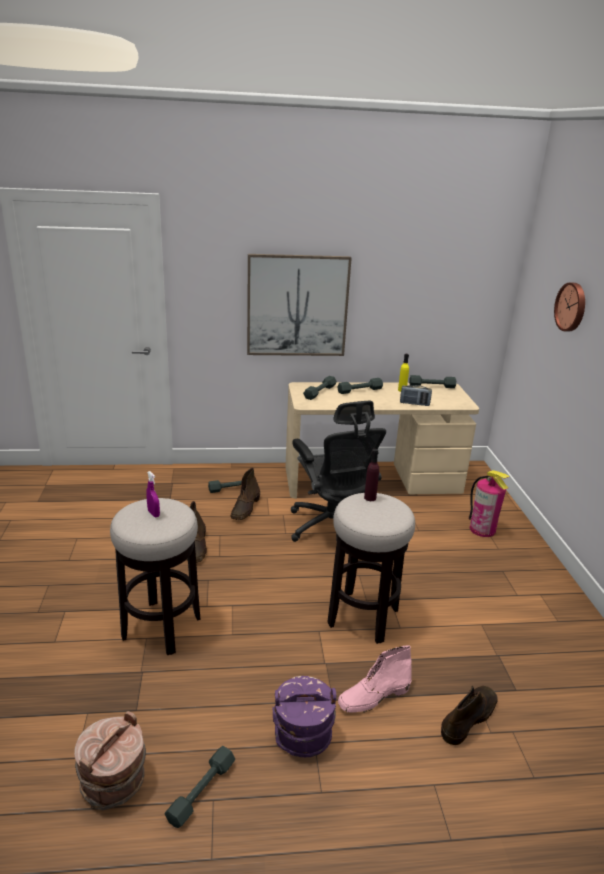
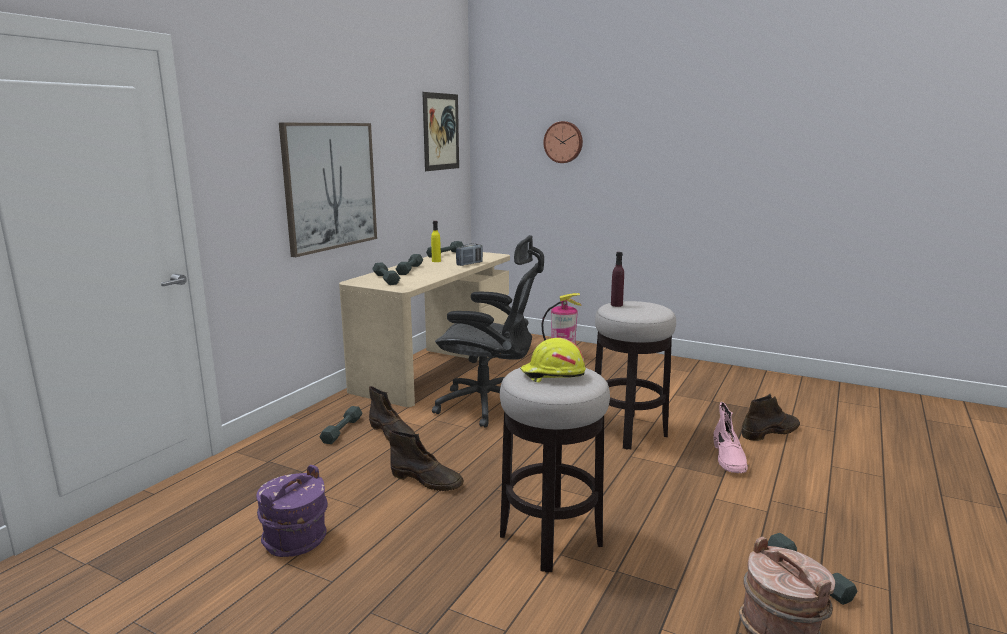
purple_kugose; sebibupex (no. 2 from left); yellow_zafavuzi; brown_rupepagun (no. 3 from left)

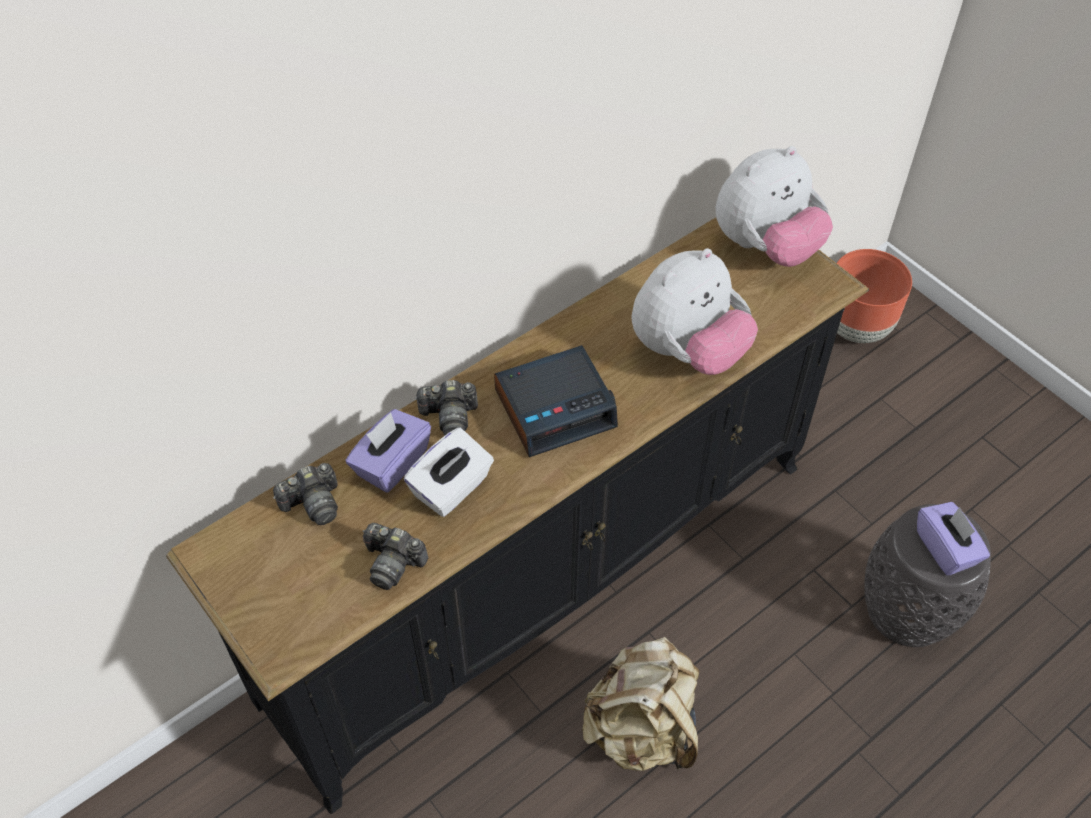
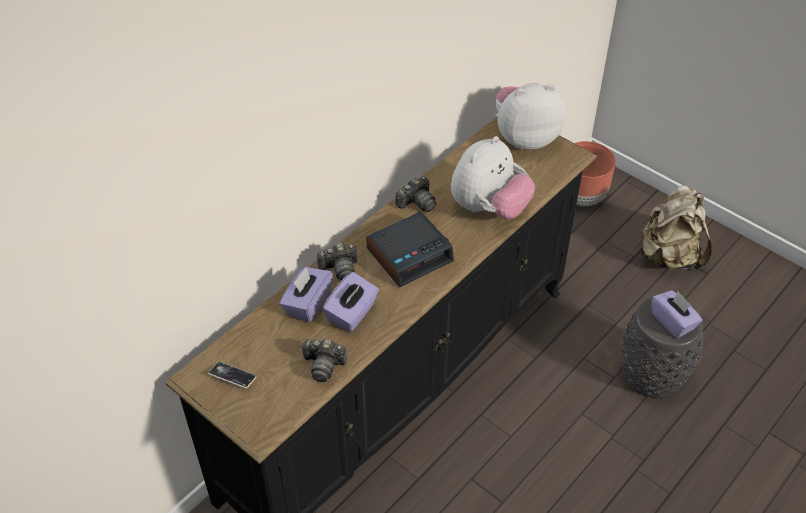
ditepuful; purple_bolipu (no. 2 from left); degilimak (no. 3 from left); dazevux (no. 2 from left); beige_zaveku

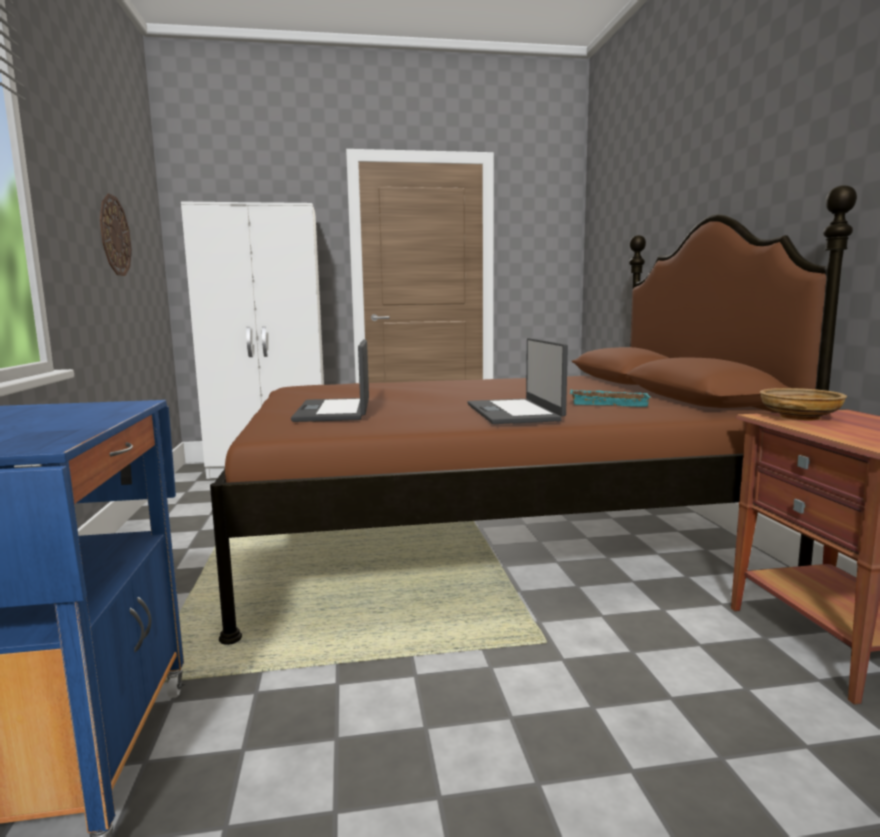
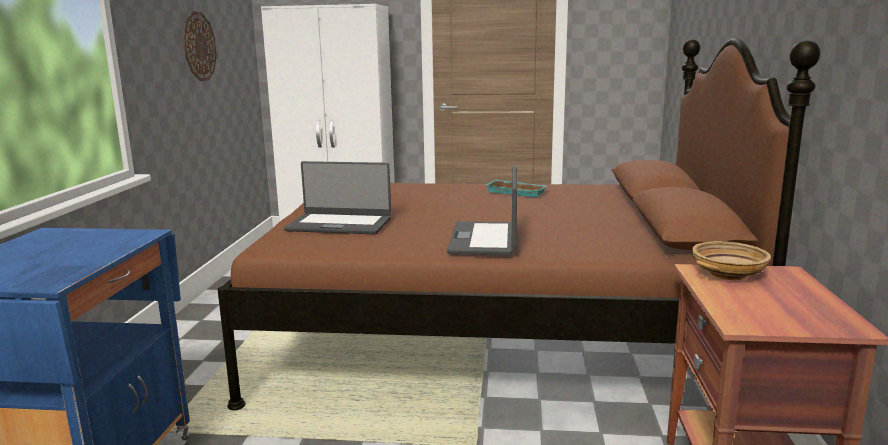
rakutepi (no. 1 from left); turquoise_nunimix

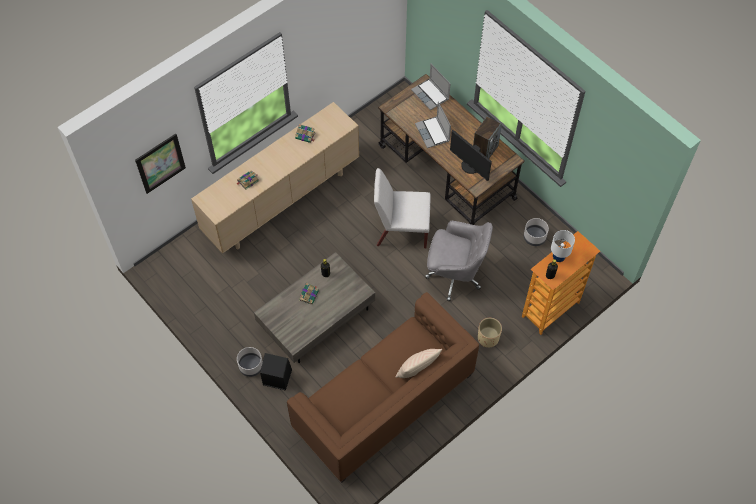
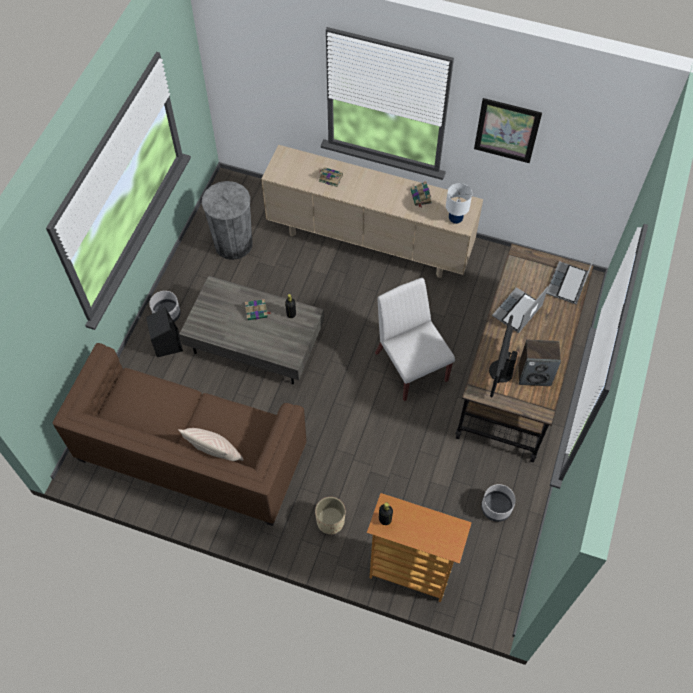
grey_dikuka; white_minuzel; sebibupex; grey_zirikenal

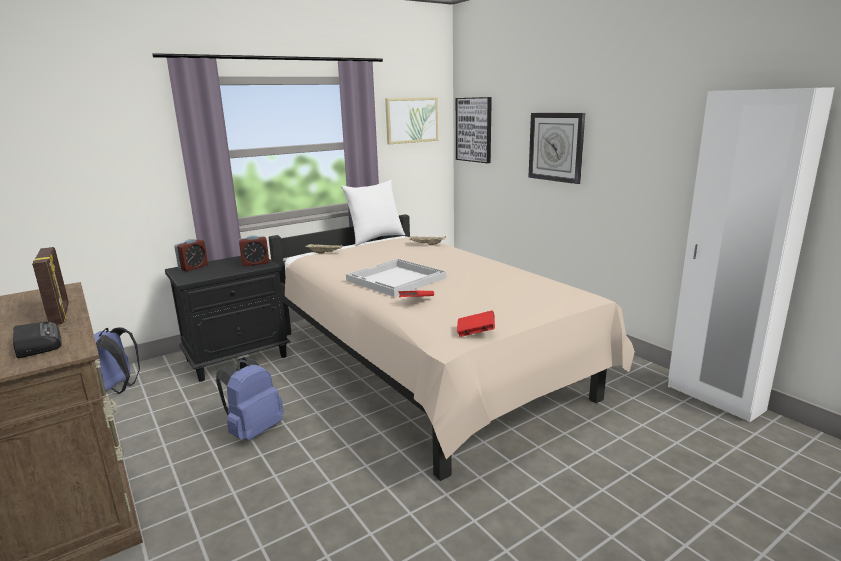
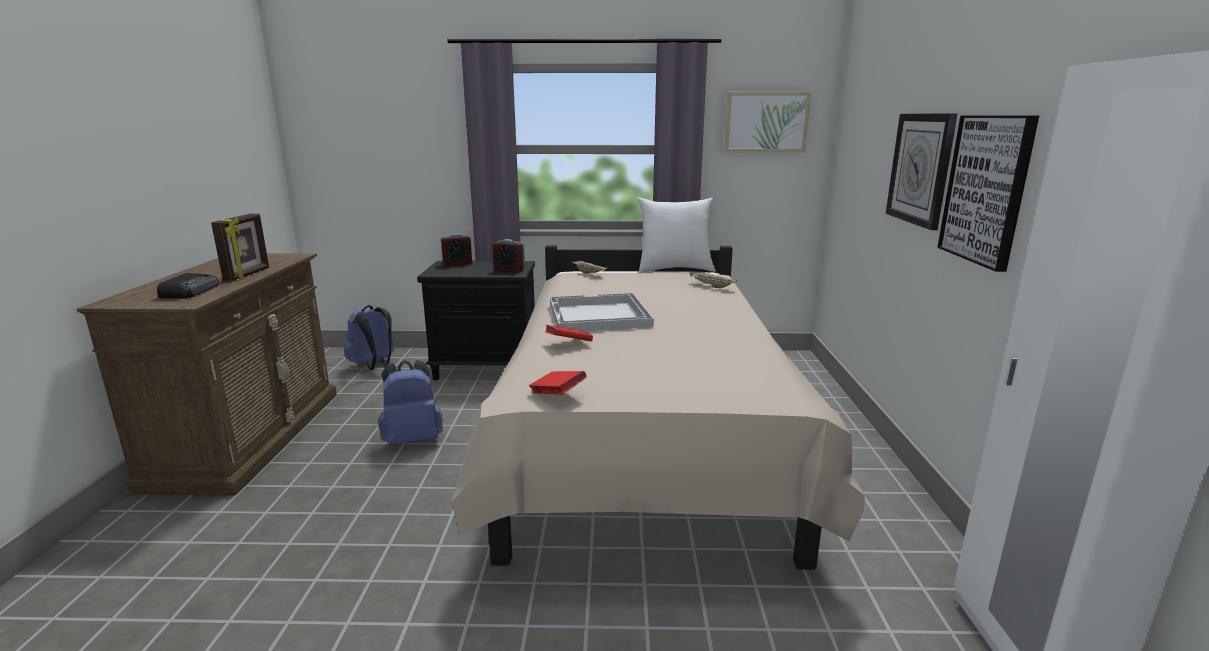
sebibupex (no. 2 from left)

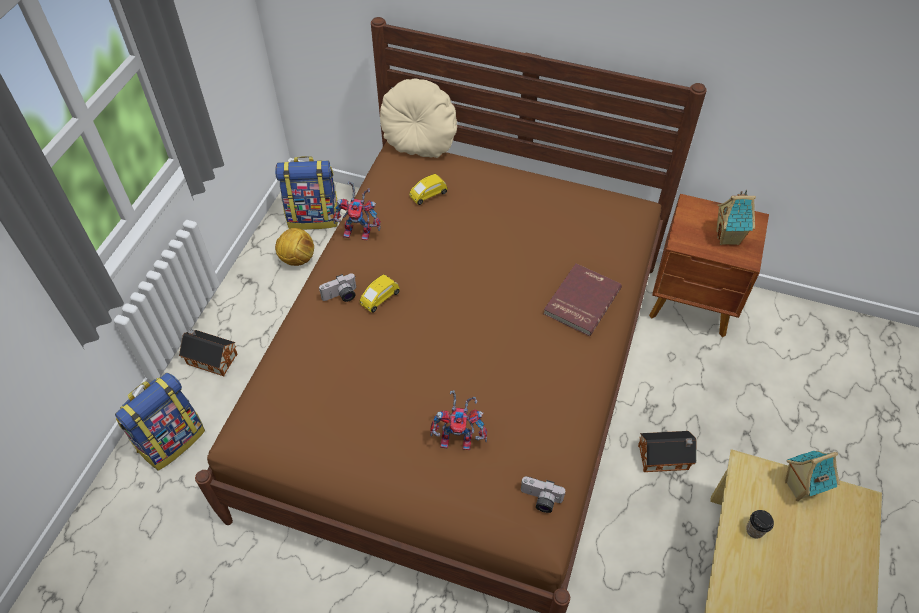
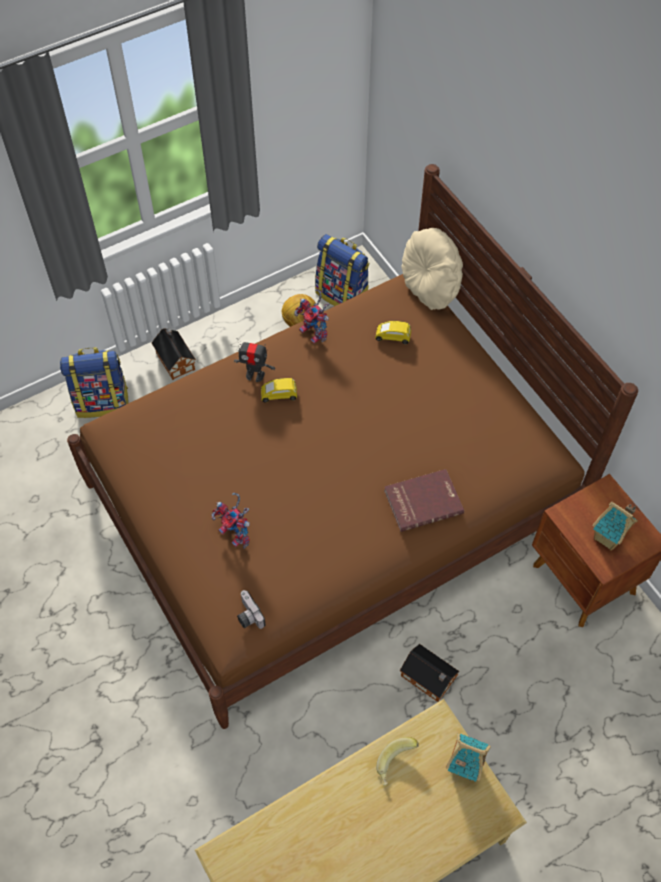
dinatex (no. 2 from left); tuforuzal

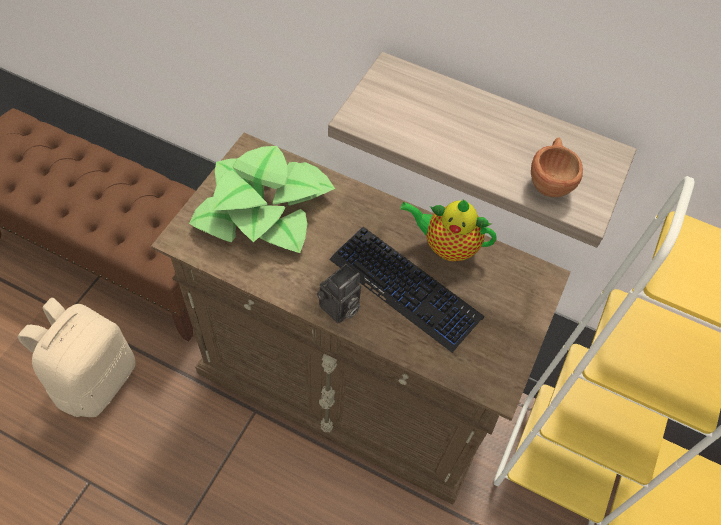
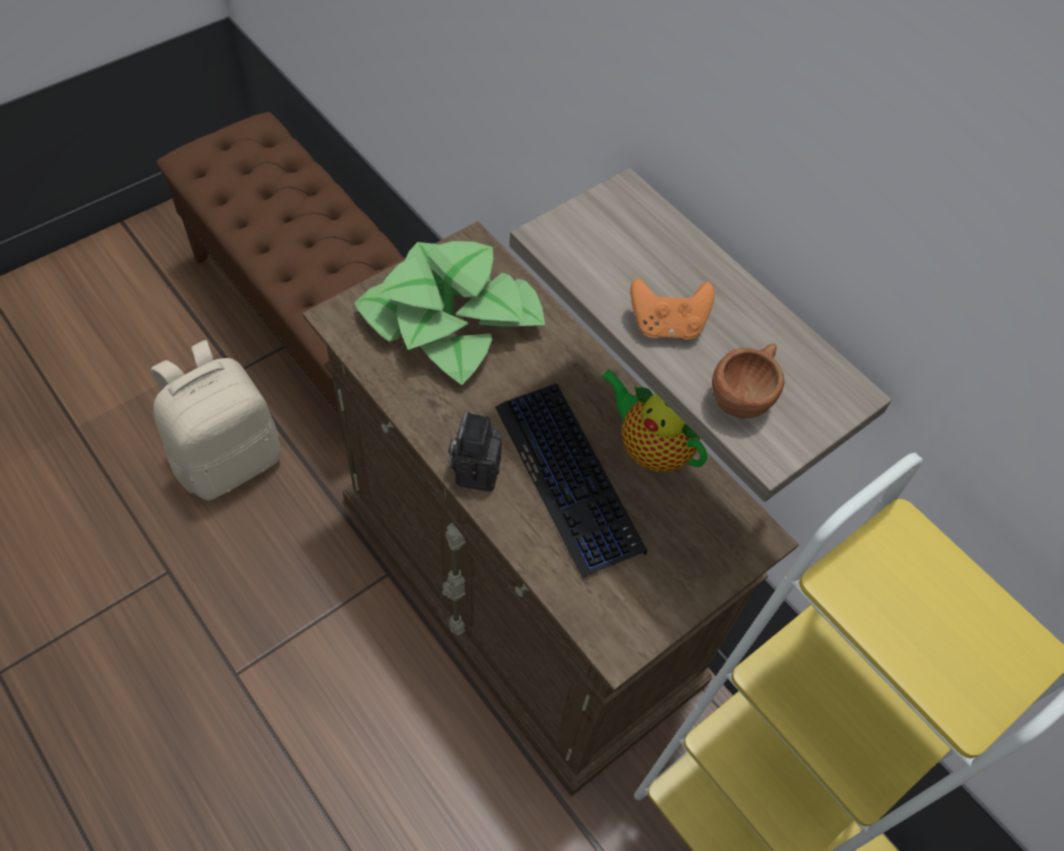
degilimak; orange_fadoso

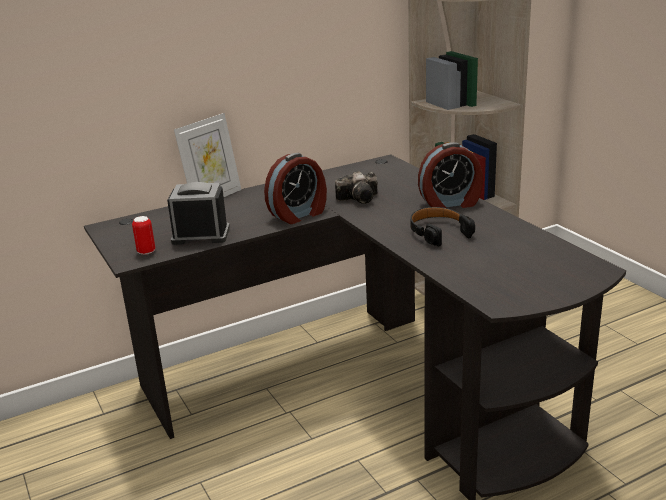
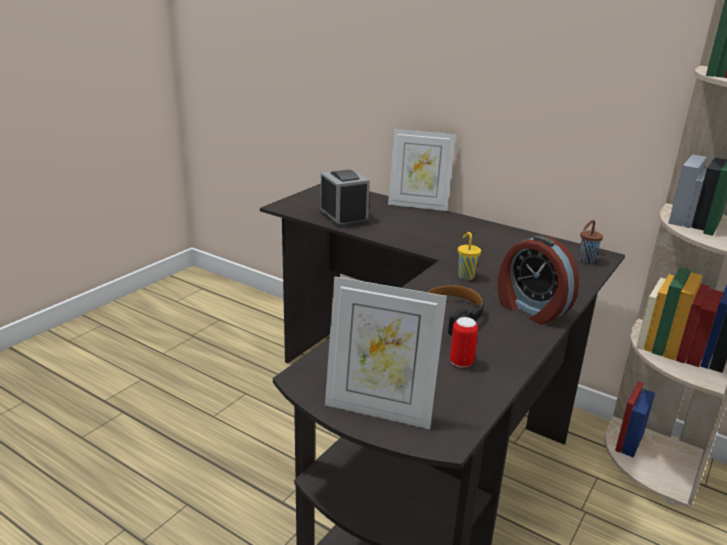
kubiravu (no. 1 from left); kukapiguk; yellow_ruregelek; brown_ruregelek; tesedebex (no. 2 from left in the first image); degilimak

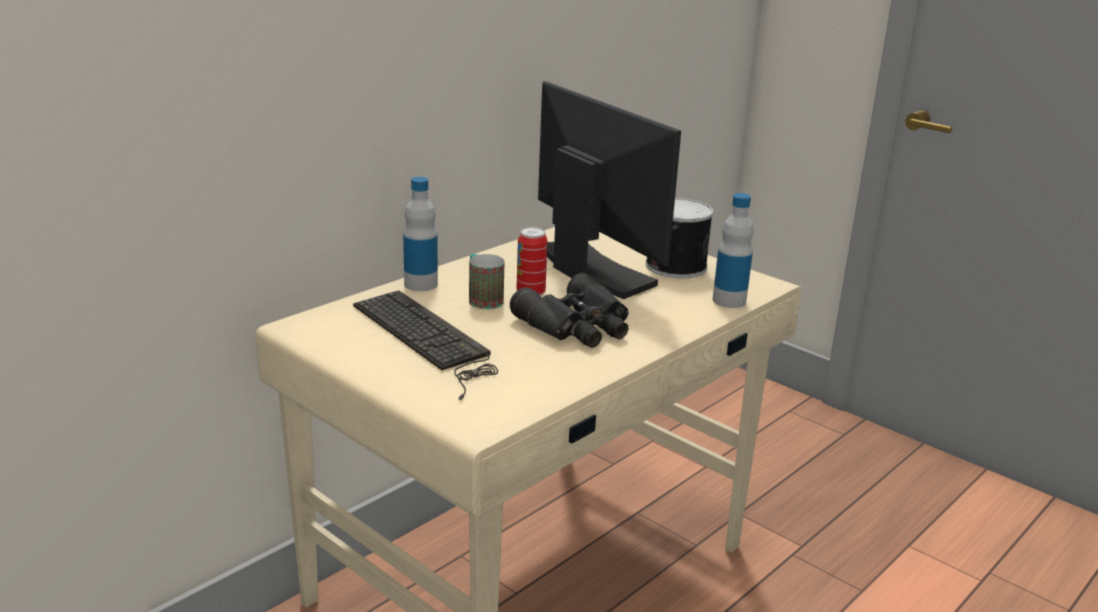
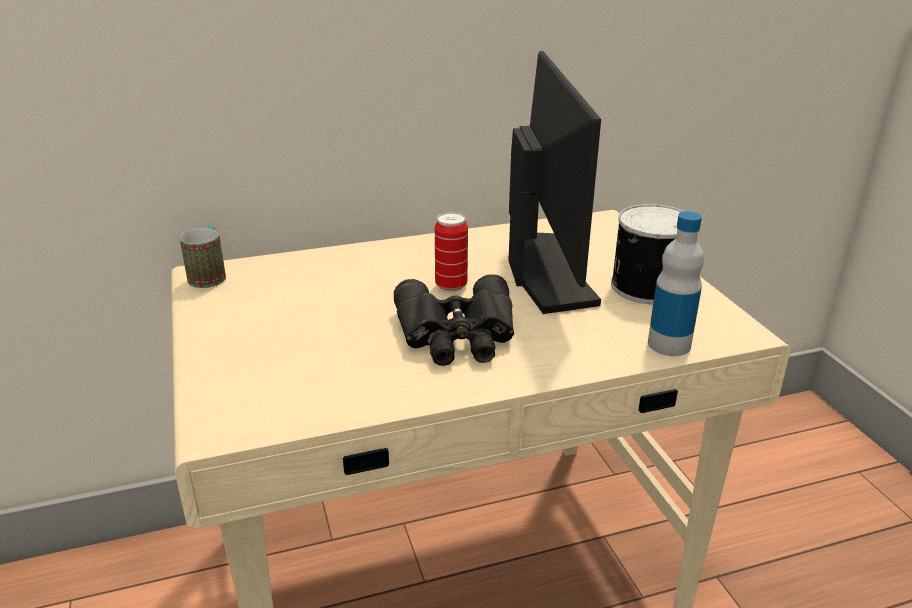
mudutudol; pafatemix; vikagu (no. 1 from left in the first image)

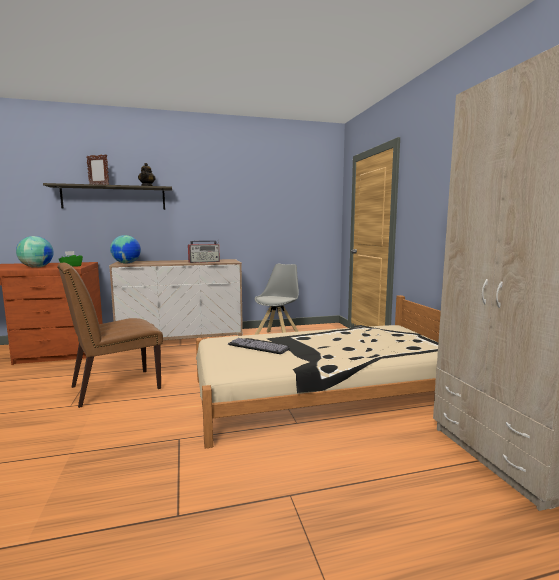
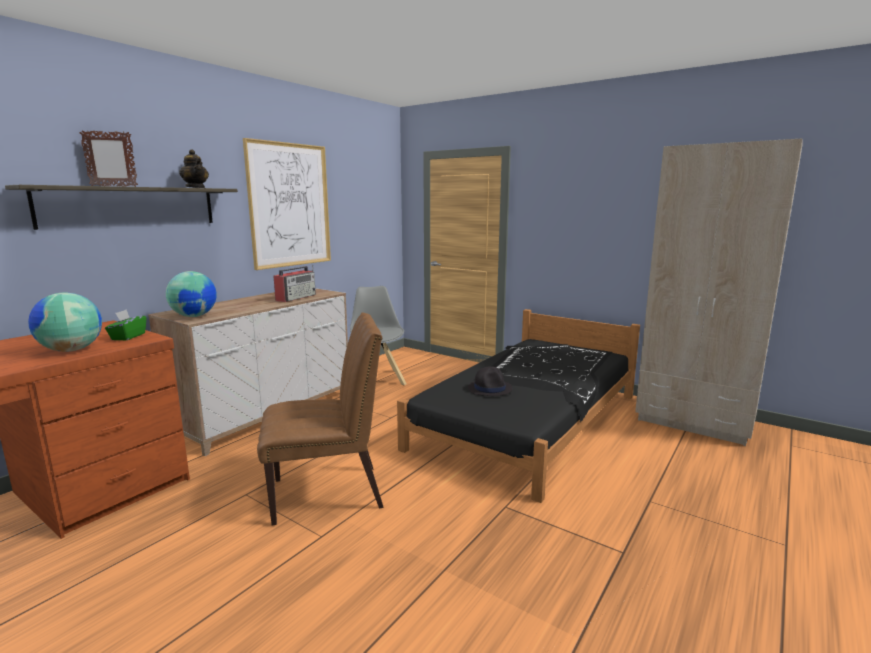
sebibupex; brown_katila; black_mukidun; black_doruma

